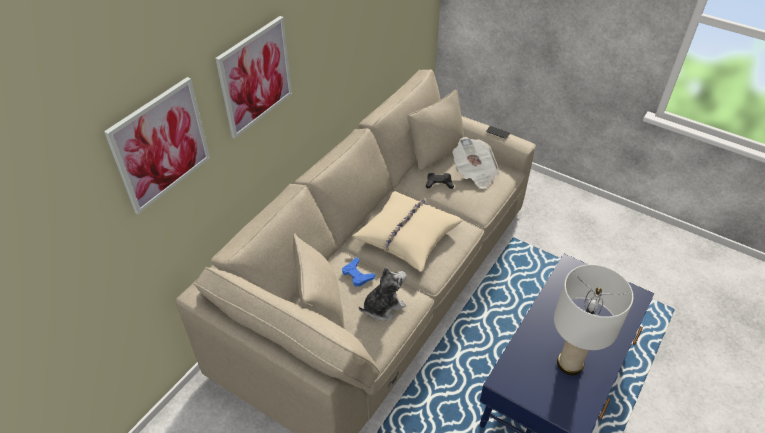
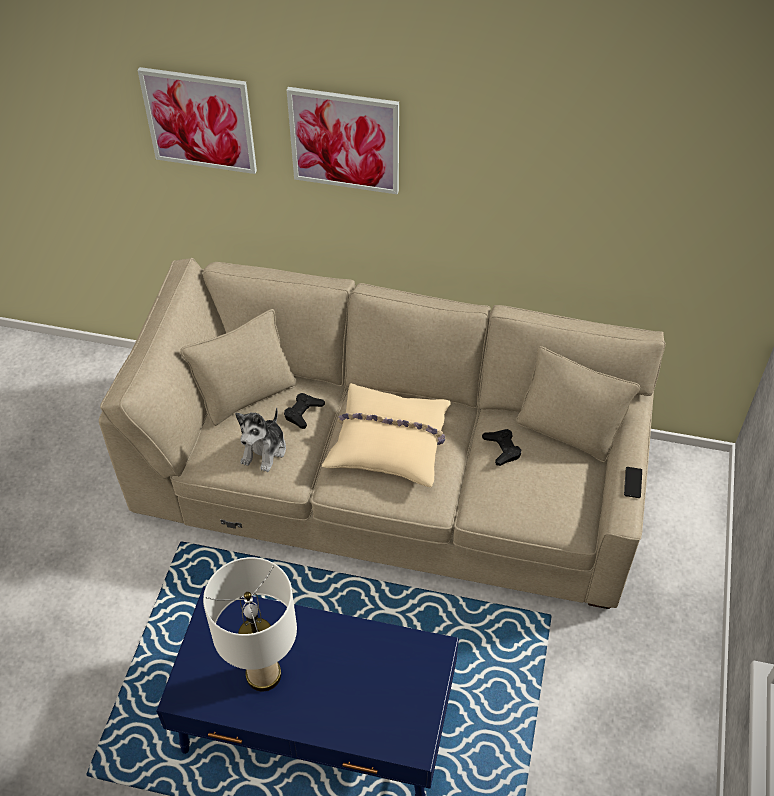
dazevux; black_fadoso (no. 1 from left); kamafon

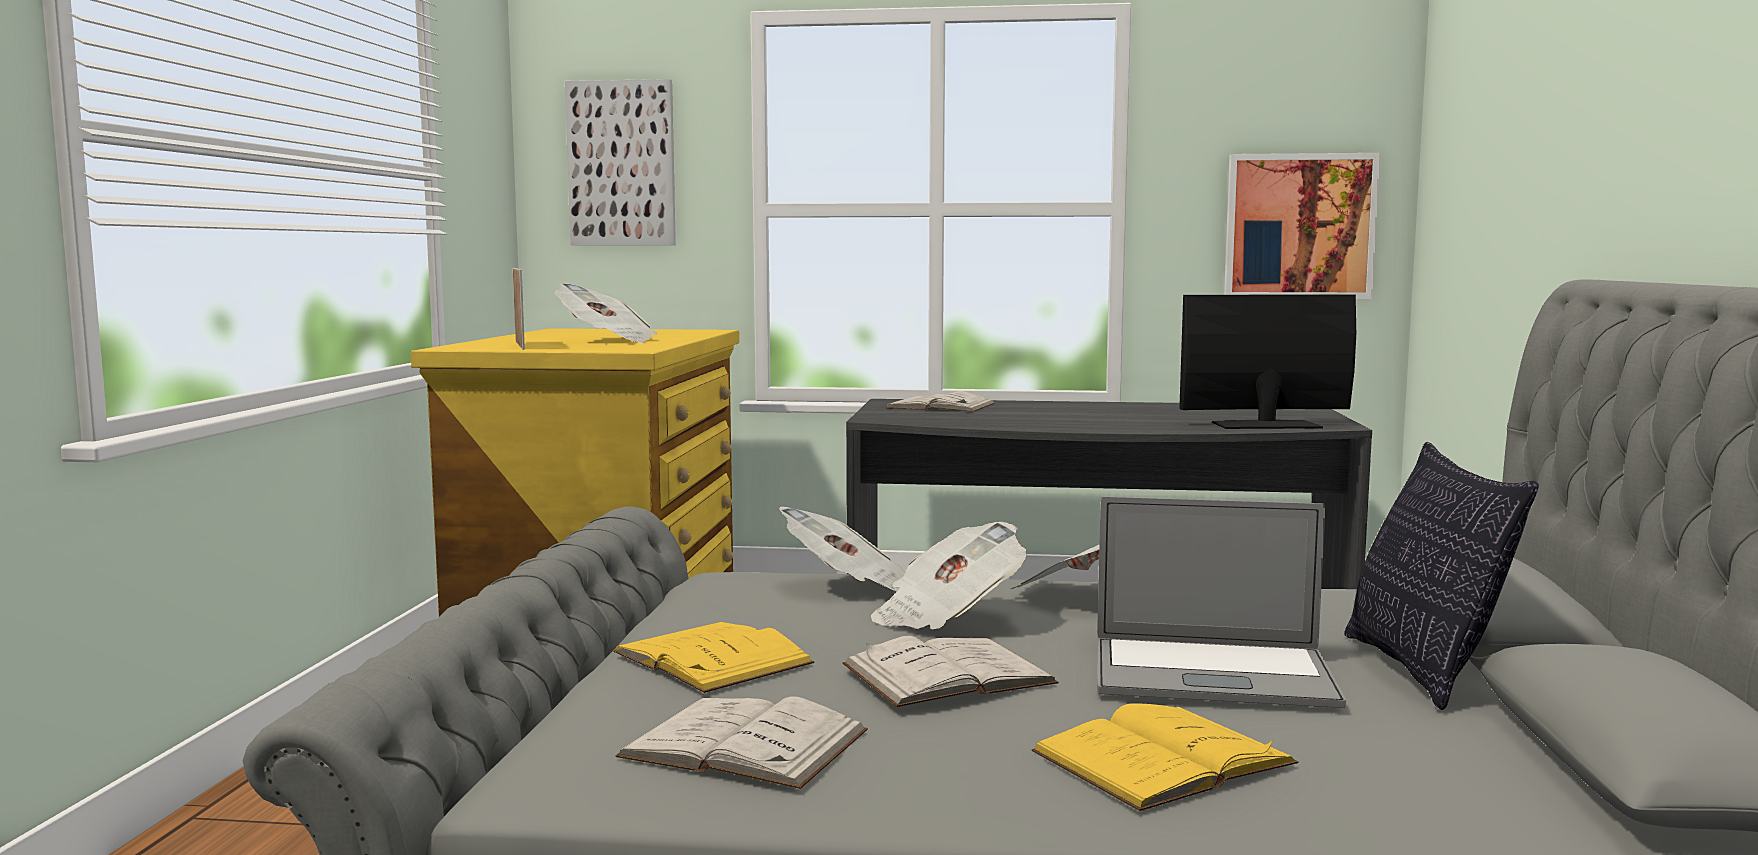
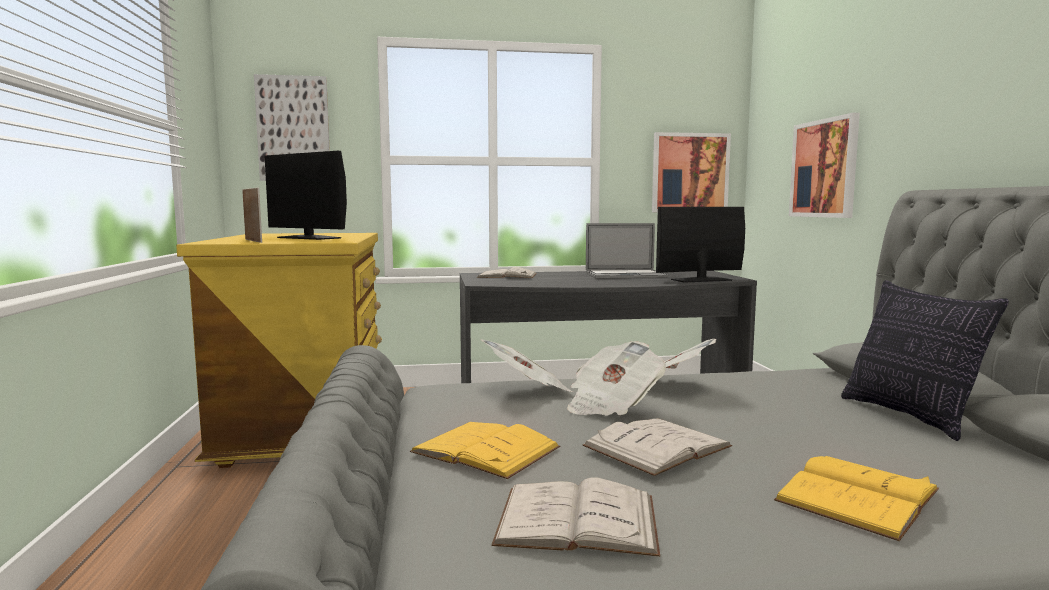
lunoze (no. 1 from left); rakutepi; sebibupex (no. 3 from left)

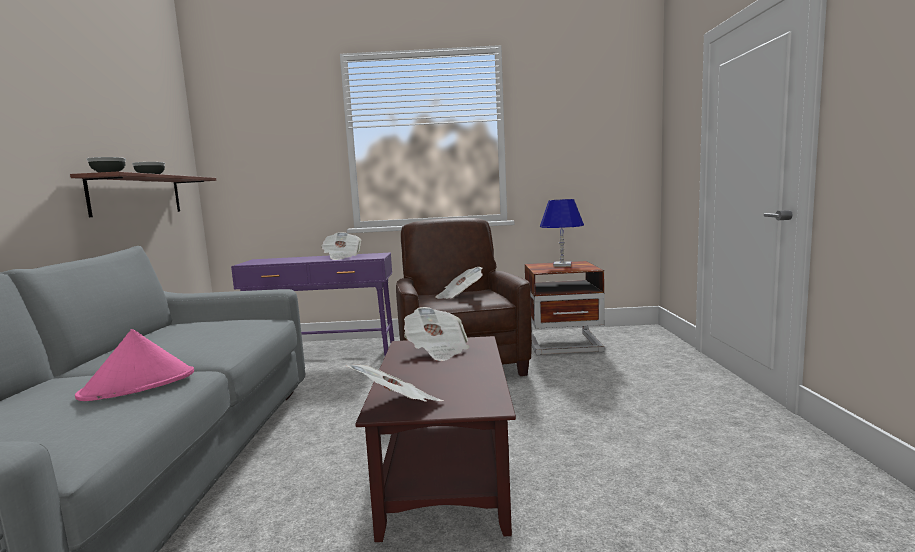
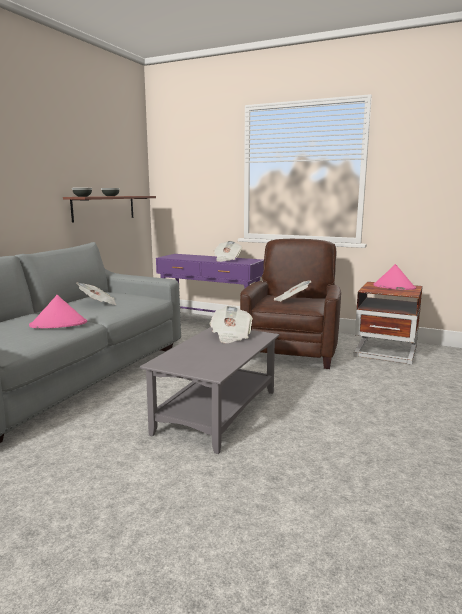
kamafon (no. 1 from left); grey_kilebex; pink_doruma (no. 2 from left)

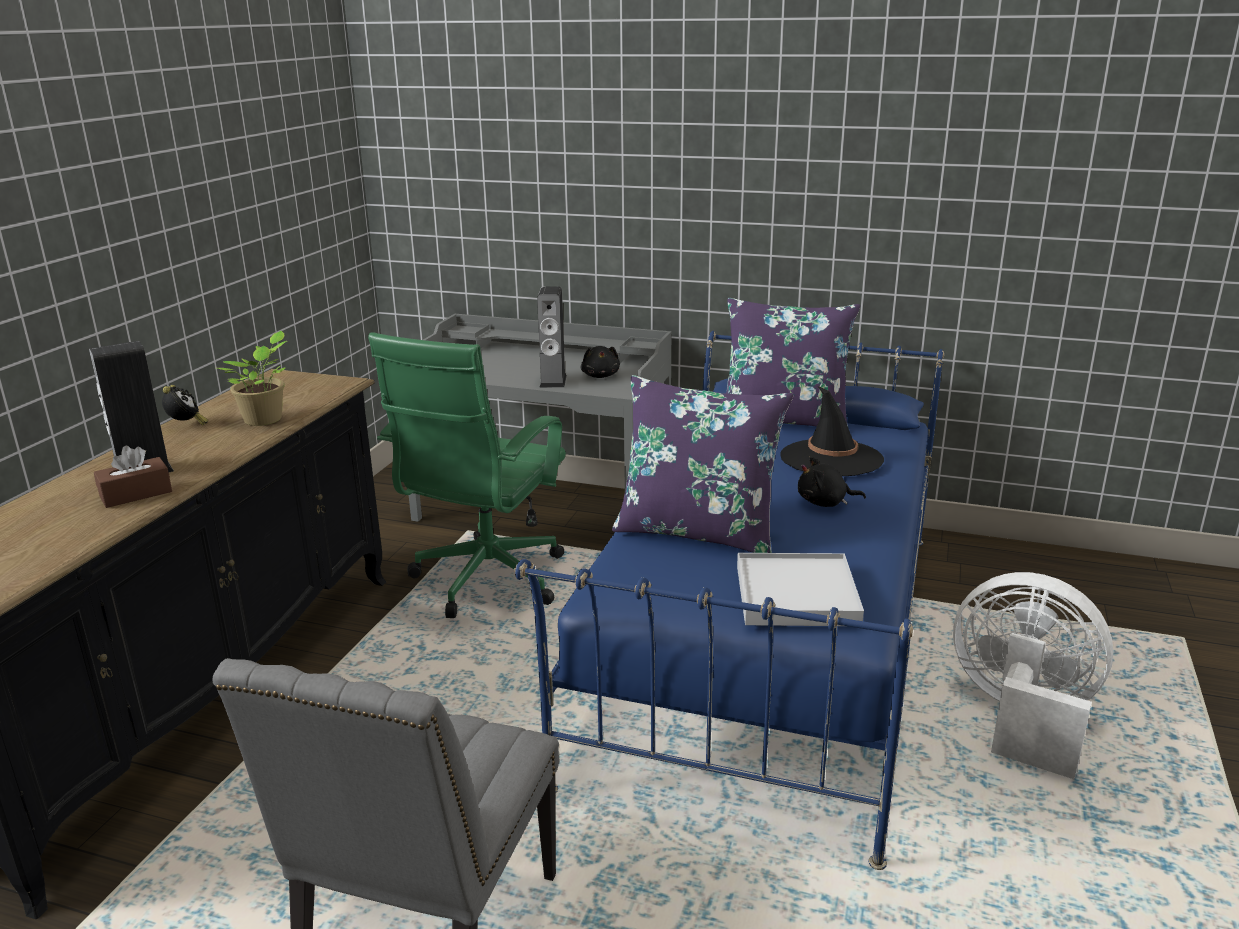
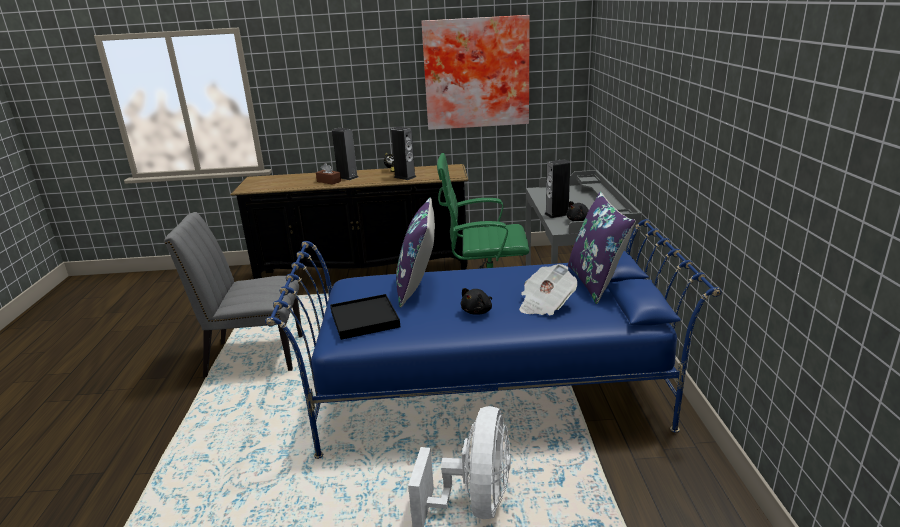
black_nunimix; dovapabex (no. 2 from left); sebibupex; black_dazevux (no. 1 from left); kamafon

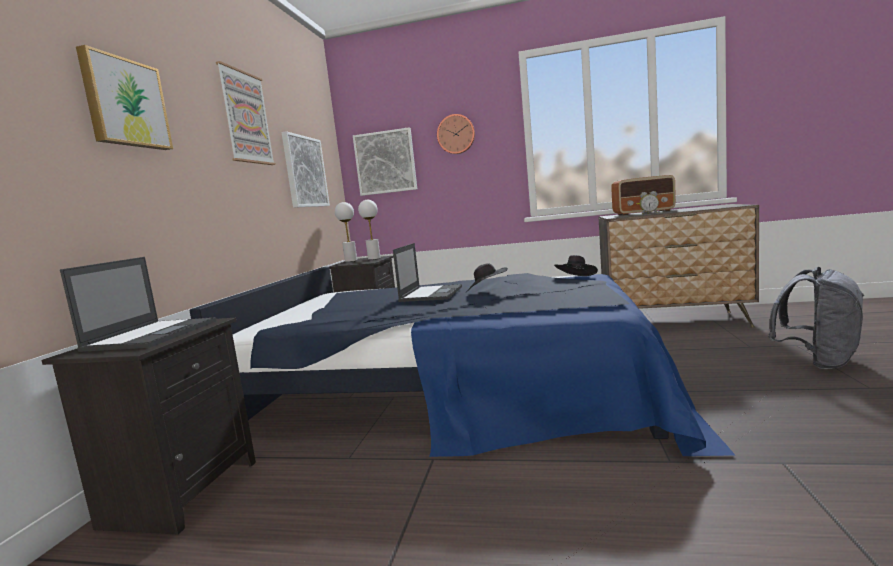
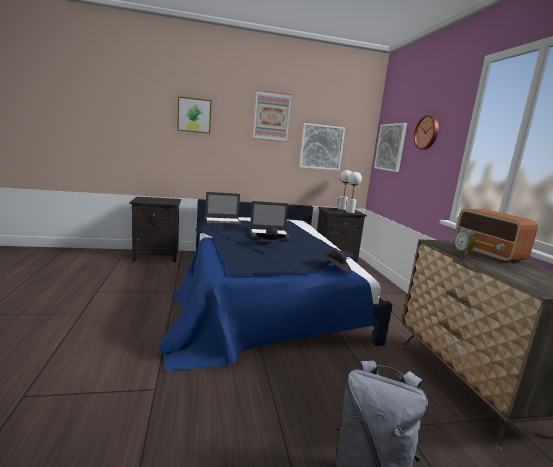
rakutepi (no. 1 from left)

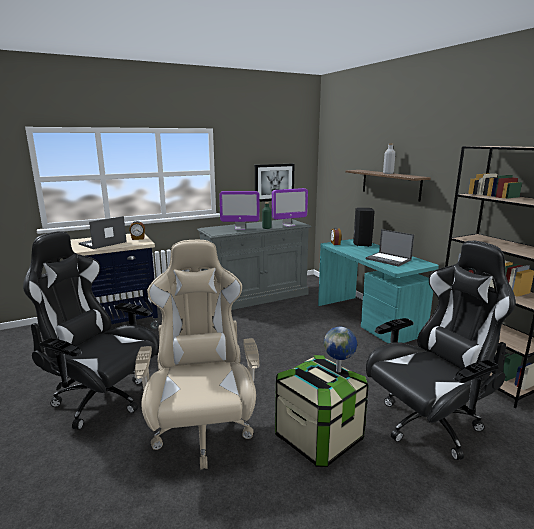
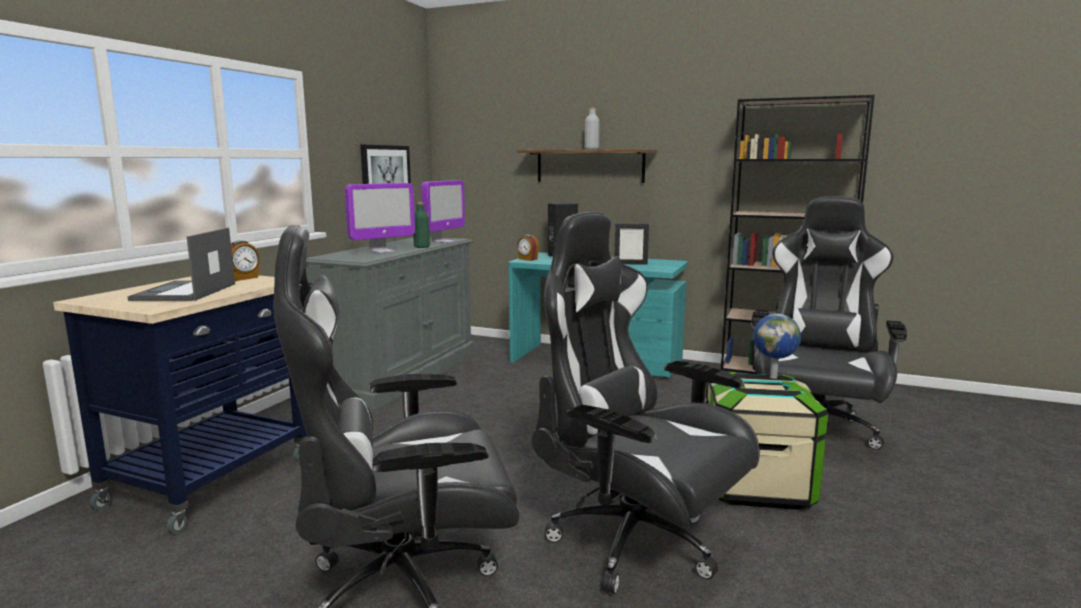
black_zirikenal (no. 2 from left); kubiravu

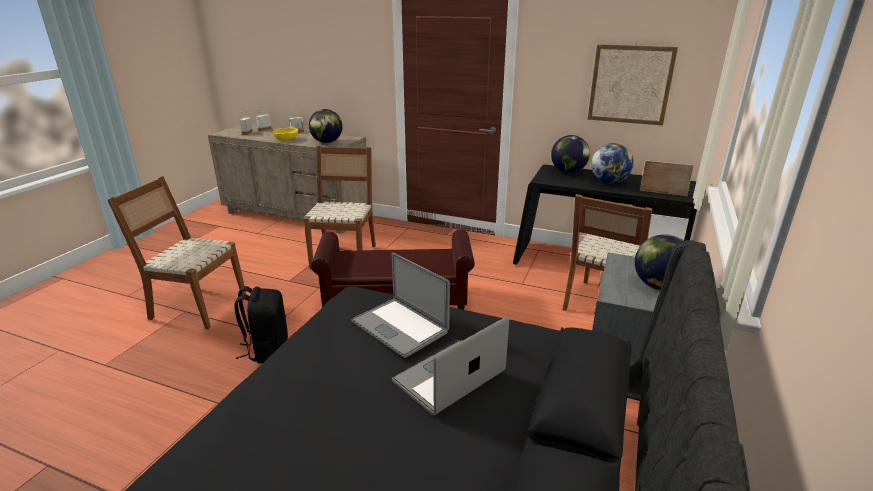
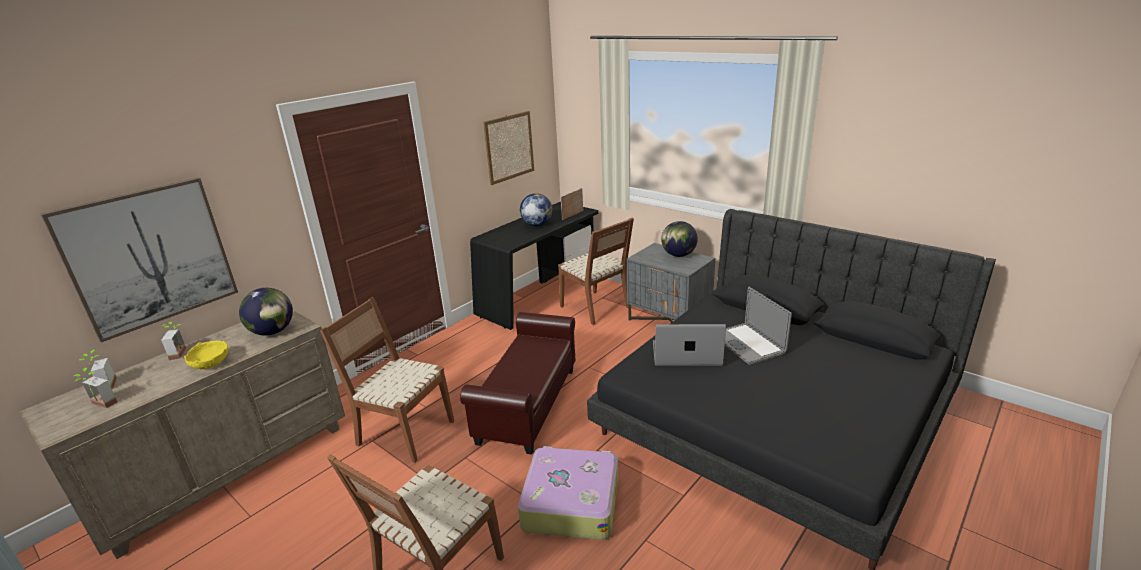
sebibupex (no. 1 from left); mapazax; rakutepi (no. 1 from left); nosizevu (no. 2 from left in the first image)

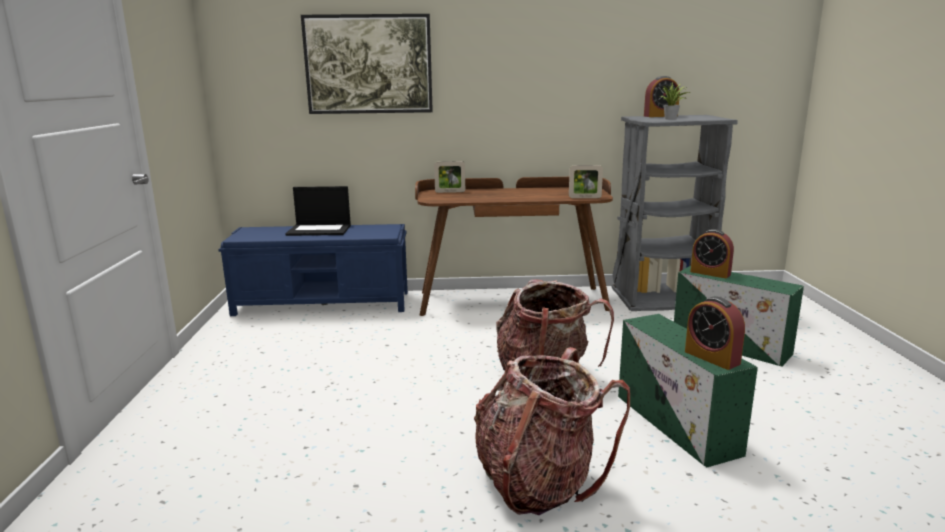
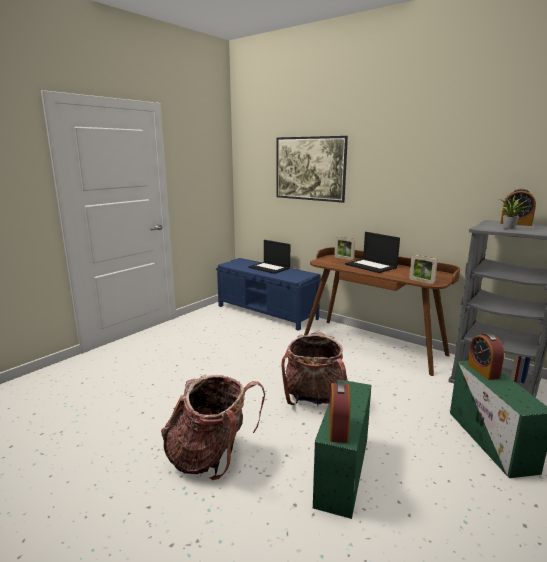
rakutepi (no. 2 from left)

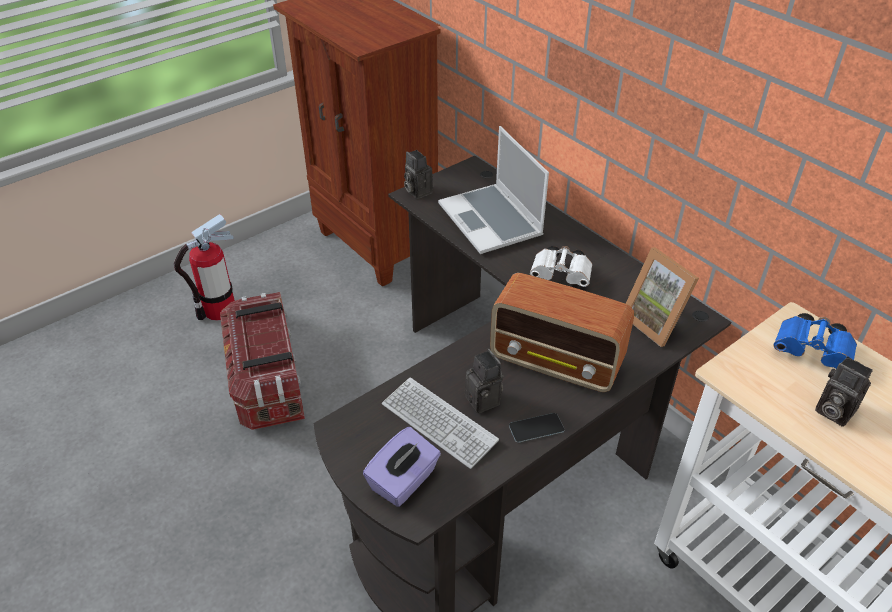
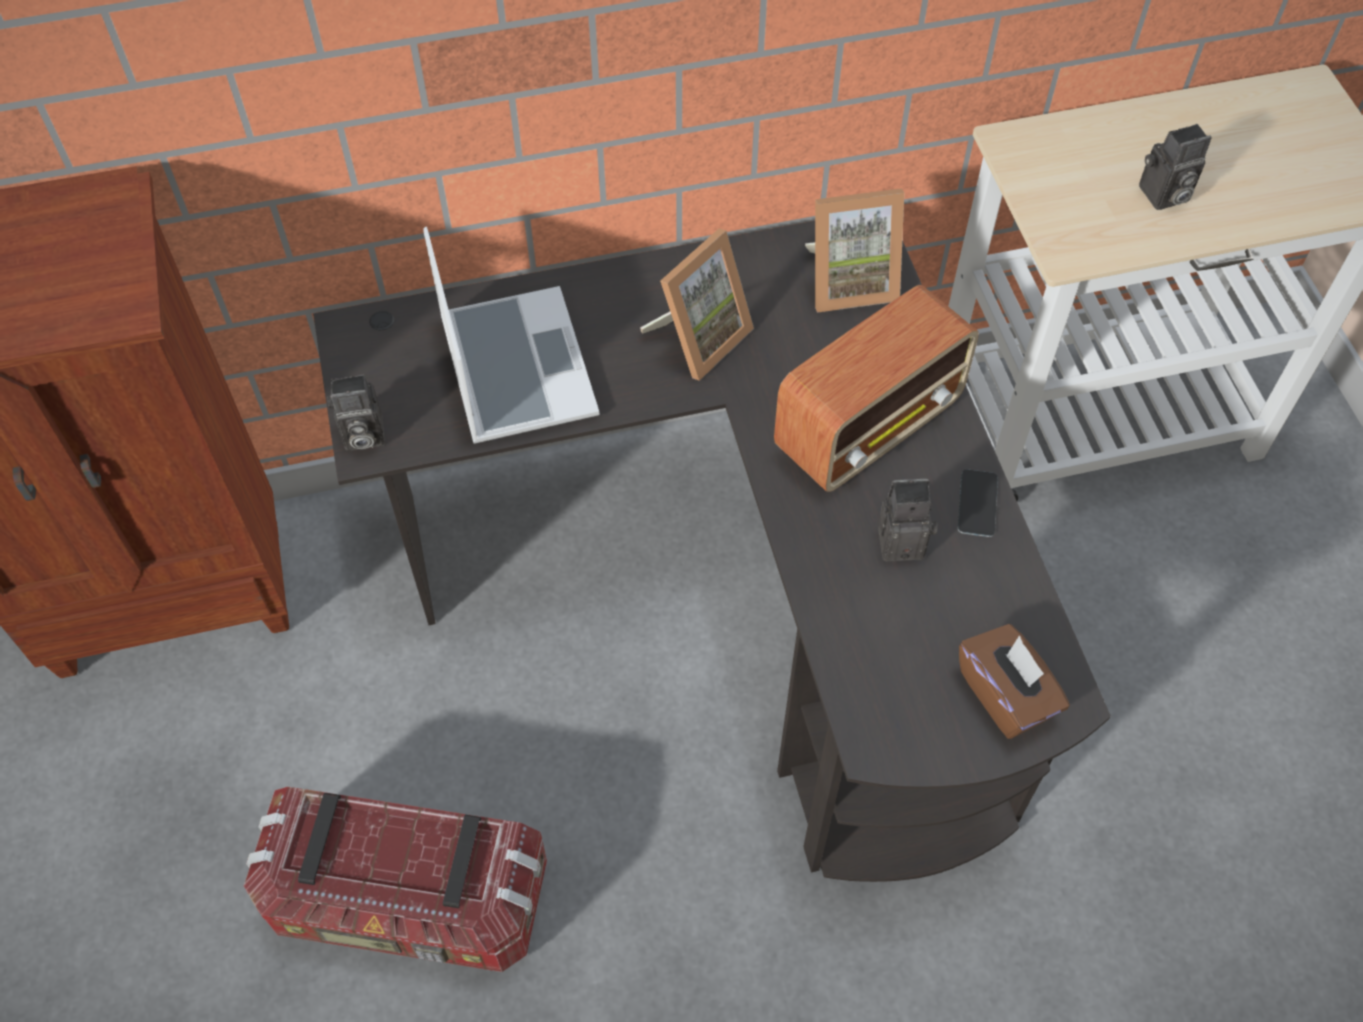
rakutepi; kubiravu (no. 1 from left); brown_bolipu; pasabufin; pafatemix; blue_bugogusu

